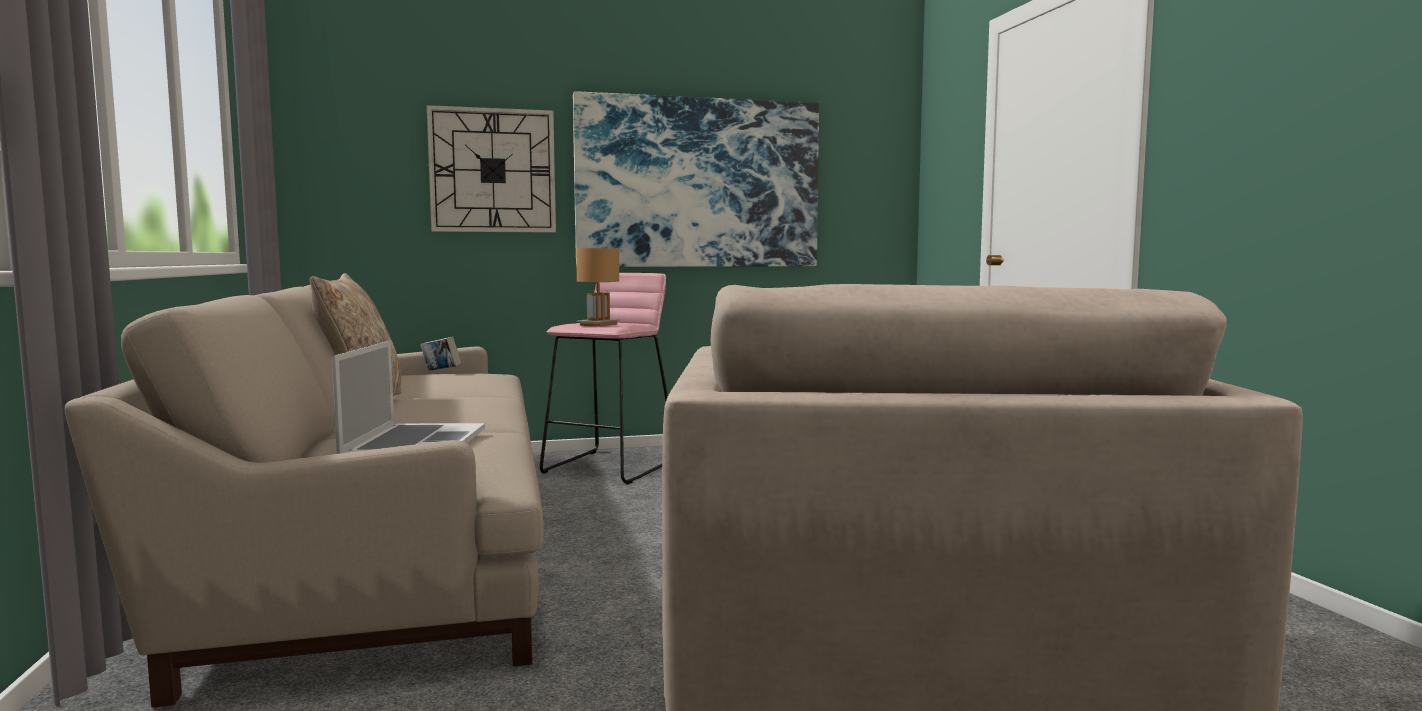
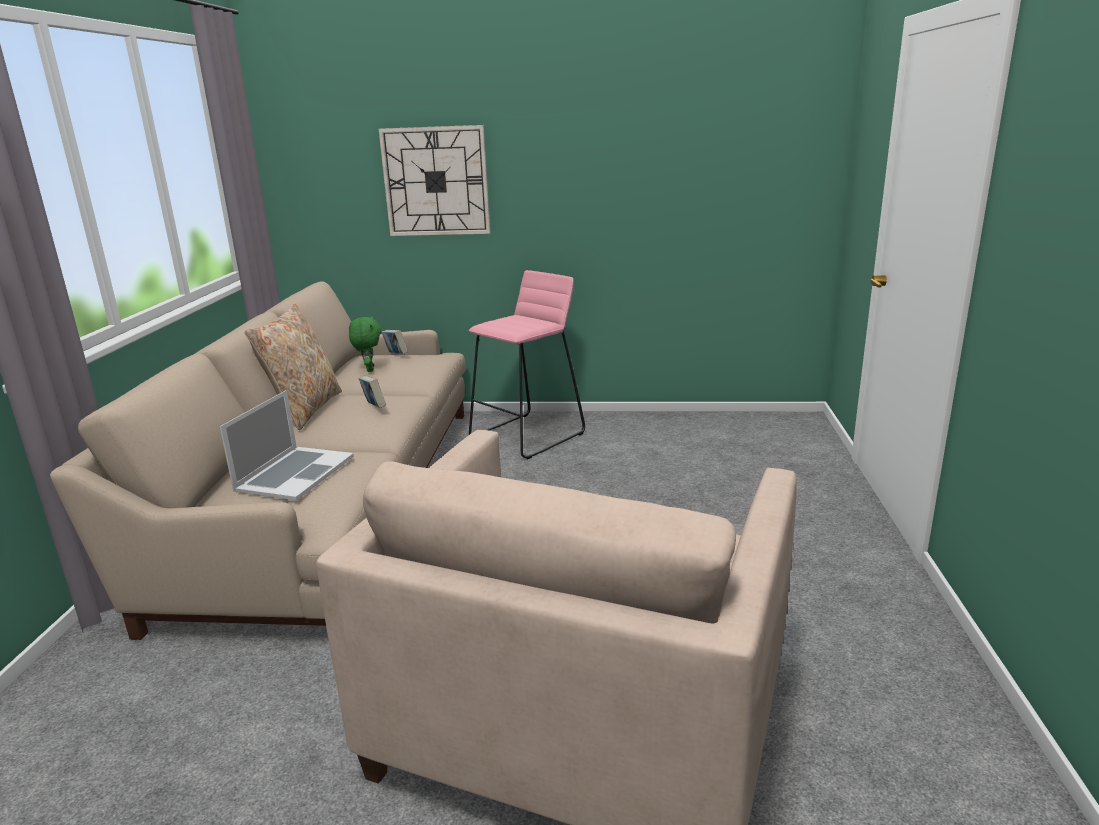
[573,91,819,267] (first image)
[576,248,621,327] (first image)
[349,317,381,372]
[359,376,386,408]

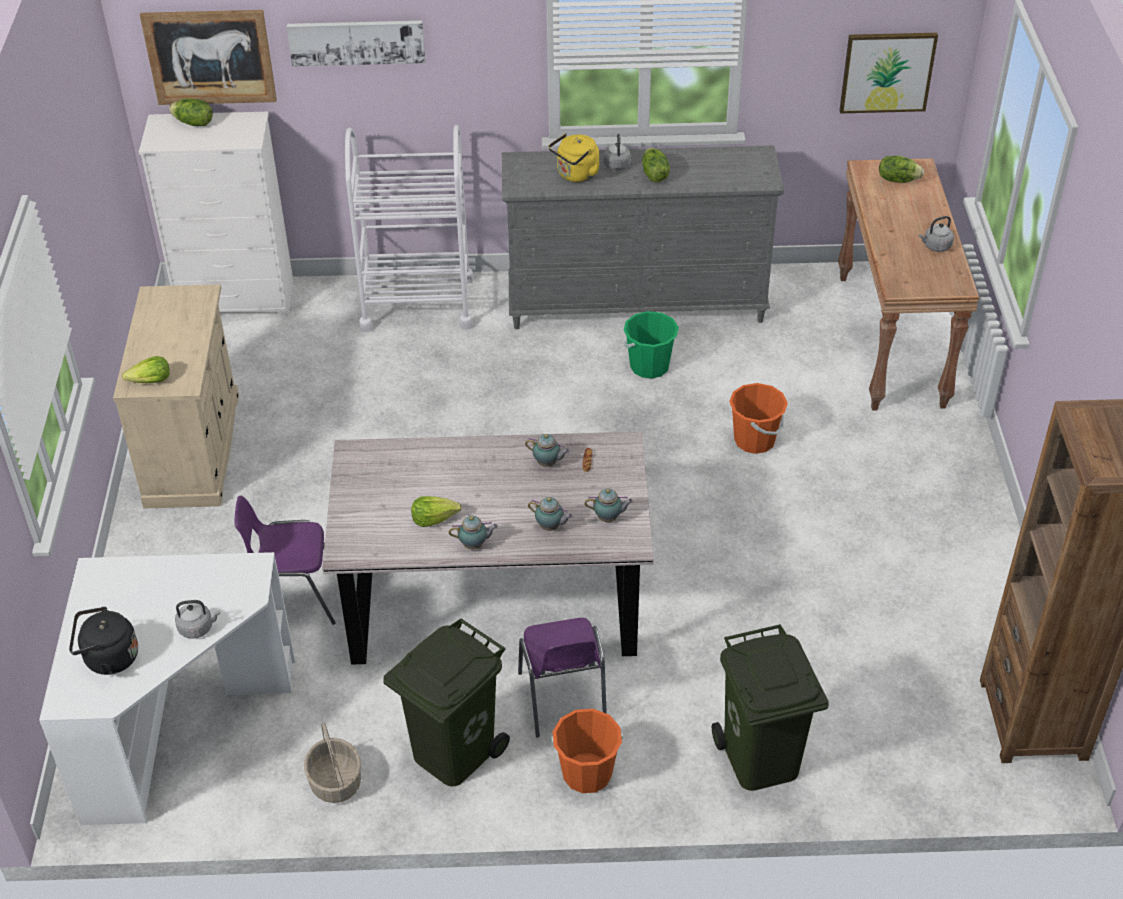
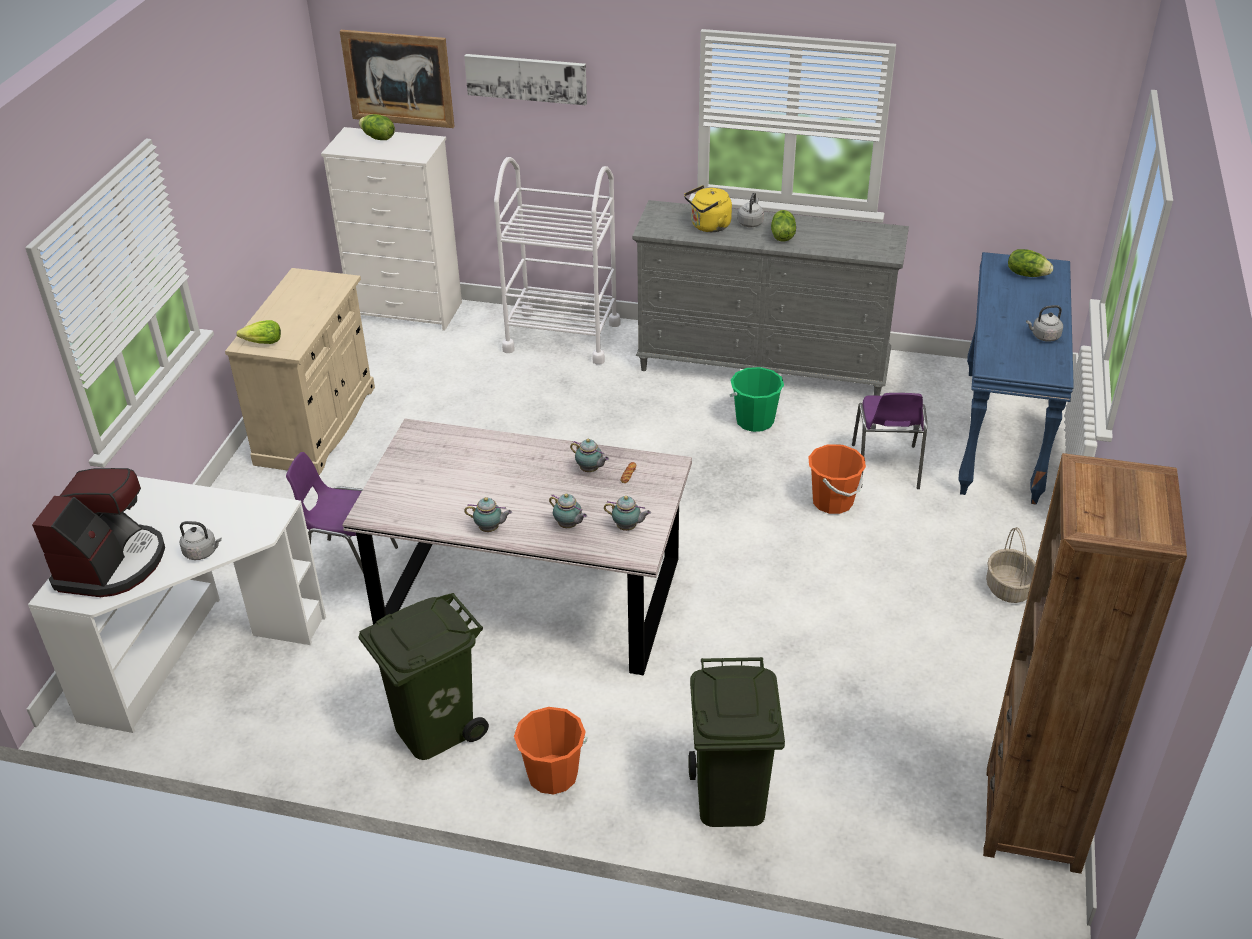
[411,496,462,527] (first image)
[839,33,938,114] (first image)
[986,527,1036,603]
[852,393,927,489]
[32,468,165,597]
[958,252,1074,505]

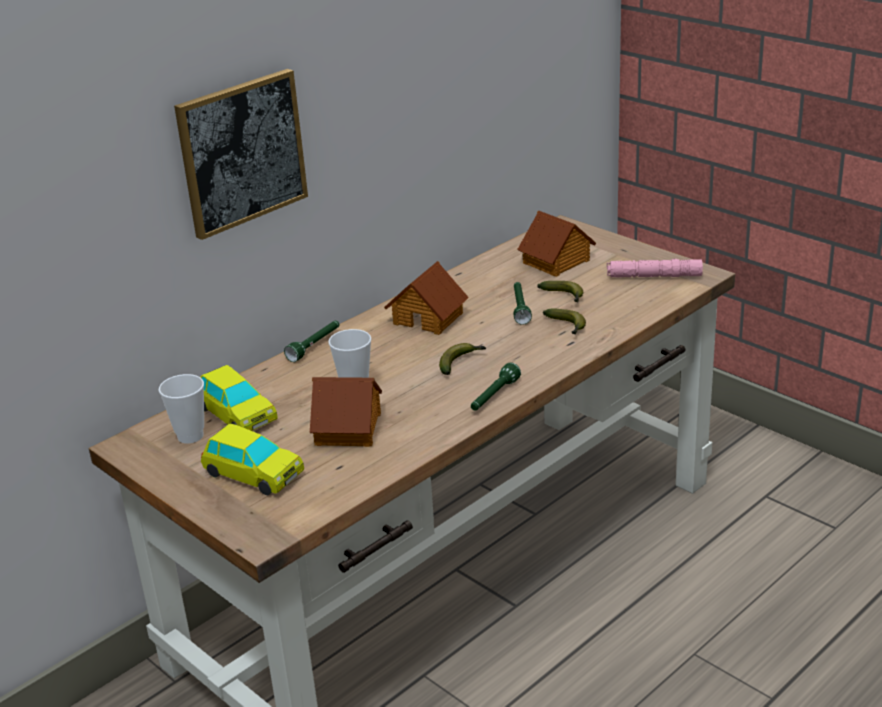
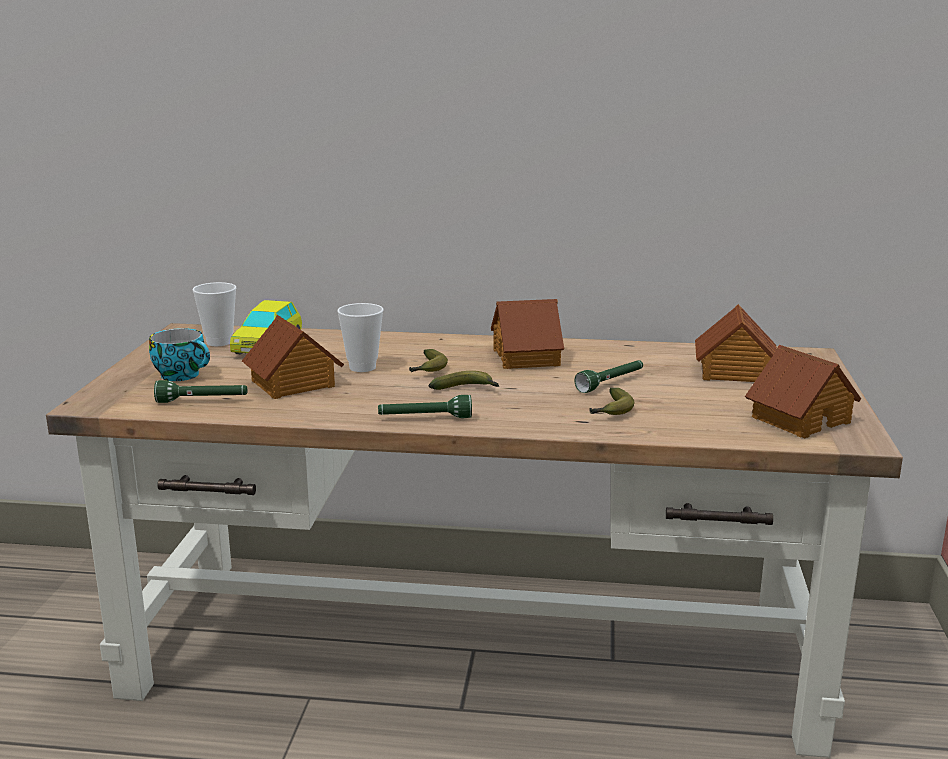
[174,69,308,240] (first image)
[154,380,247,403]
[409,349,448,372]
[149,328,210,381]
[745,345,861,438]

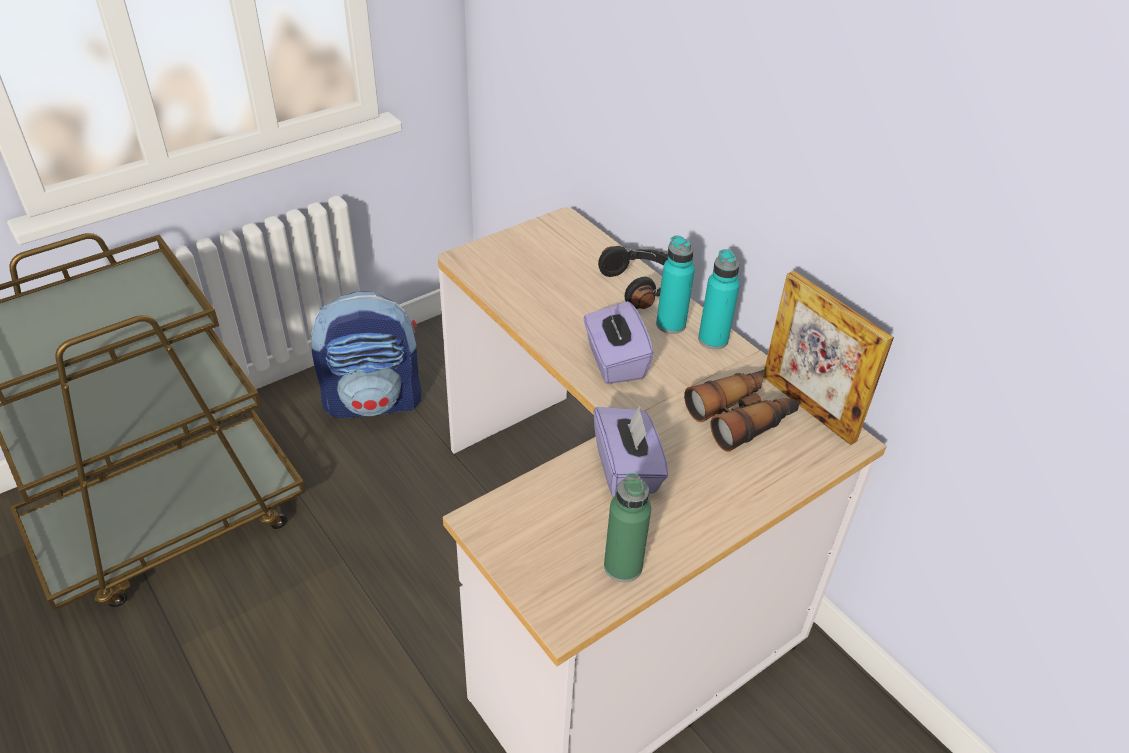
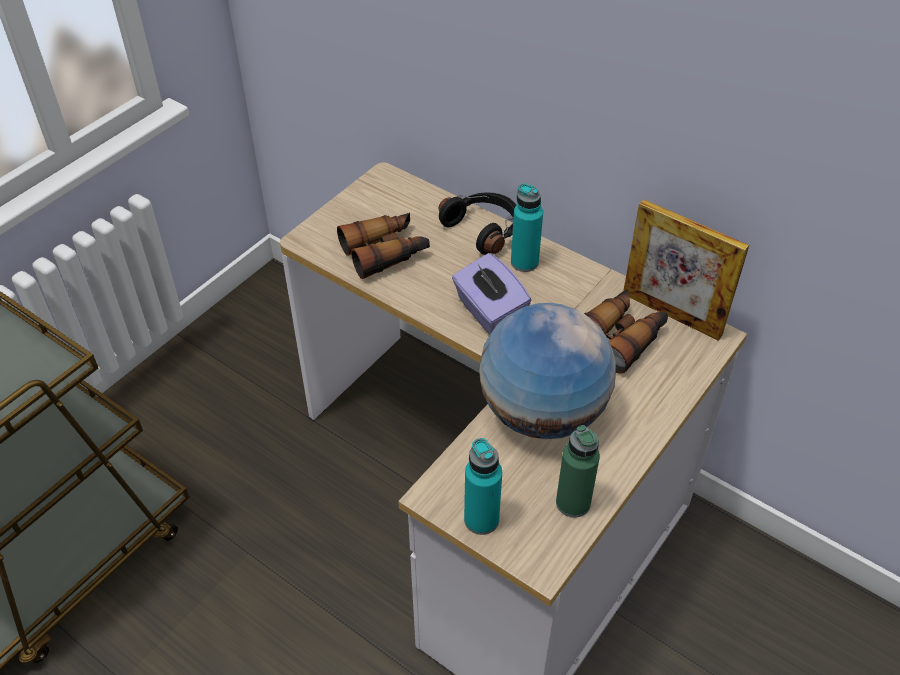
[311,291,422,418] (first image)
[337,213,430,279]
[464,438,502,535]
[479,303,616,439]

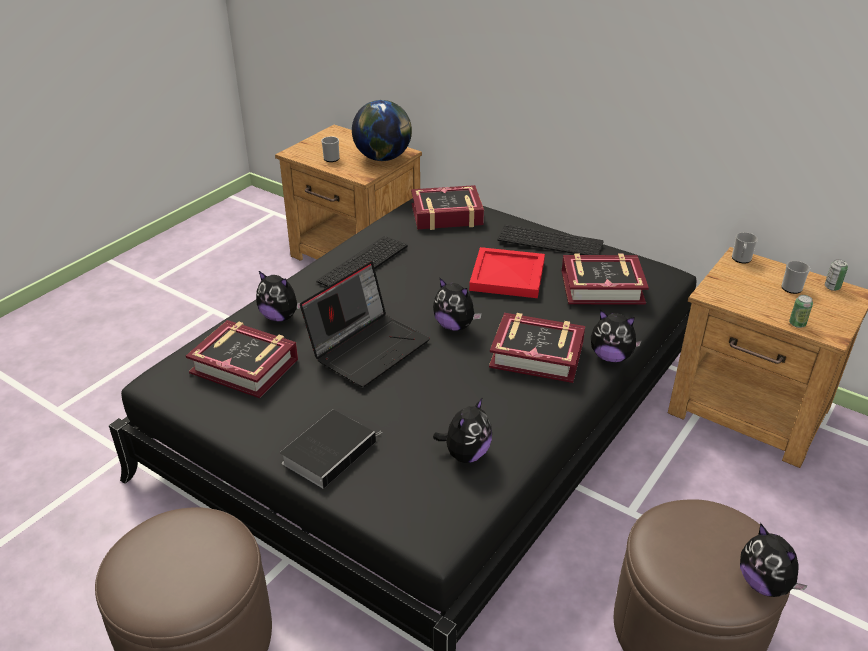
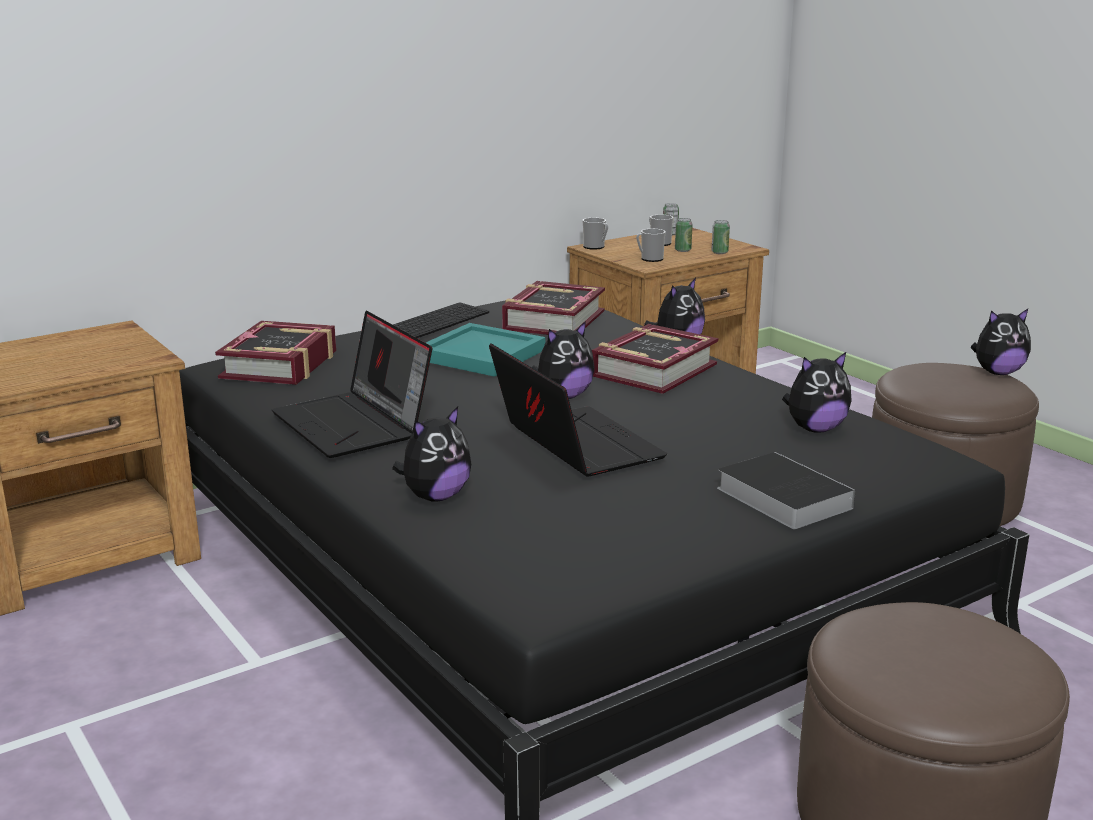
[186,320,298,398] (first image)
[352,100,412,161] (first image)
[675,218,693,252]
[636,229,666,262]
[272,311,433,458]
[426,323,545,377]
[782,352,852,433]

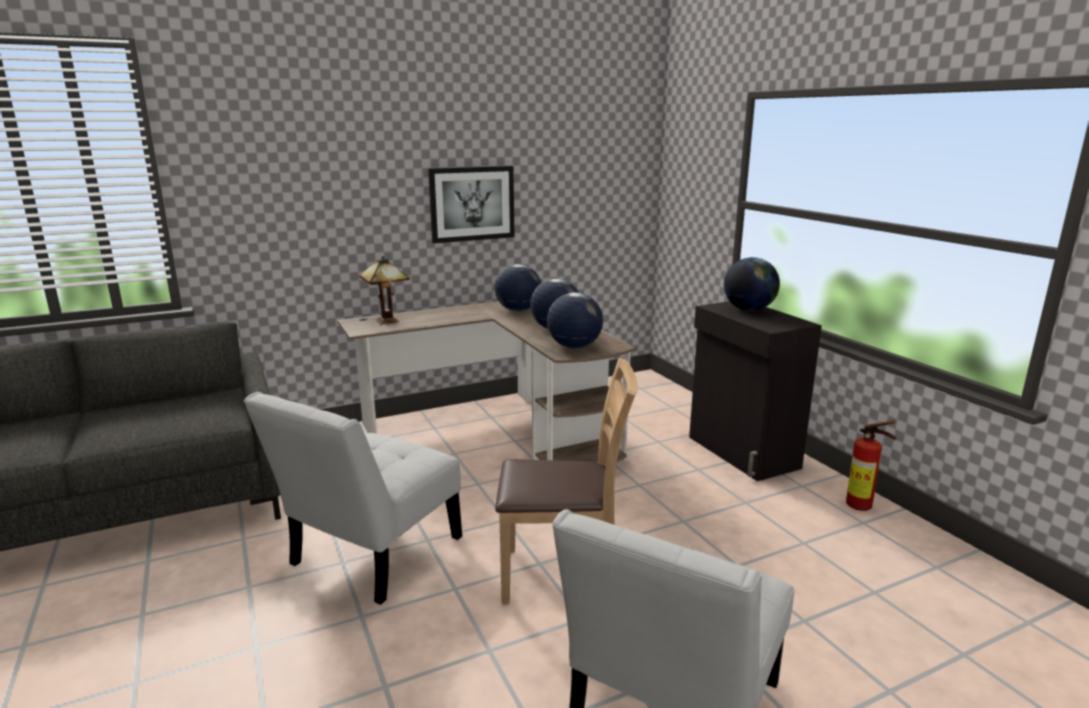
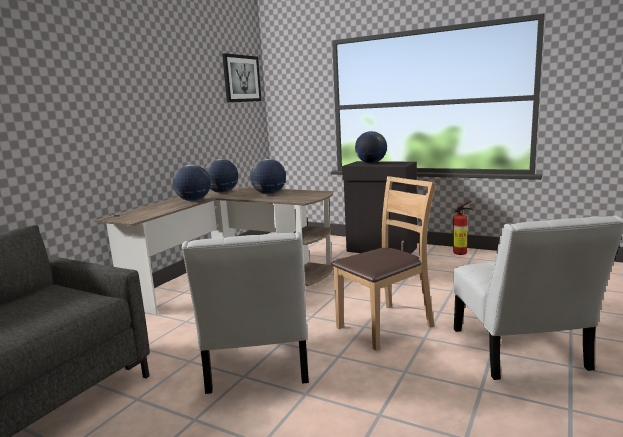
[359,256,410,324] (first image)
[222,53,262,103]
[173,164,211,201]

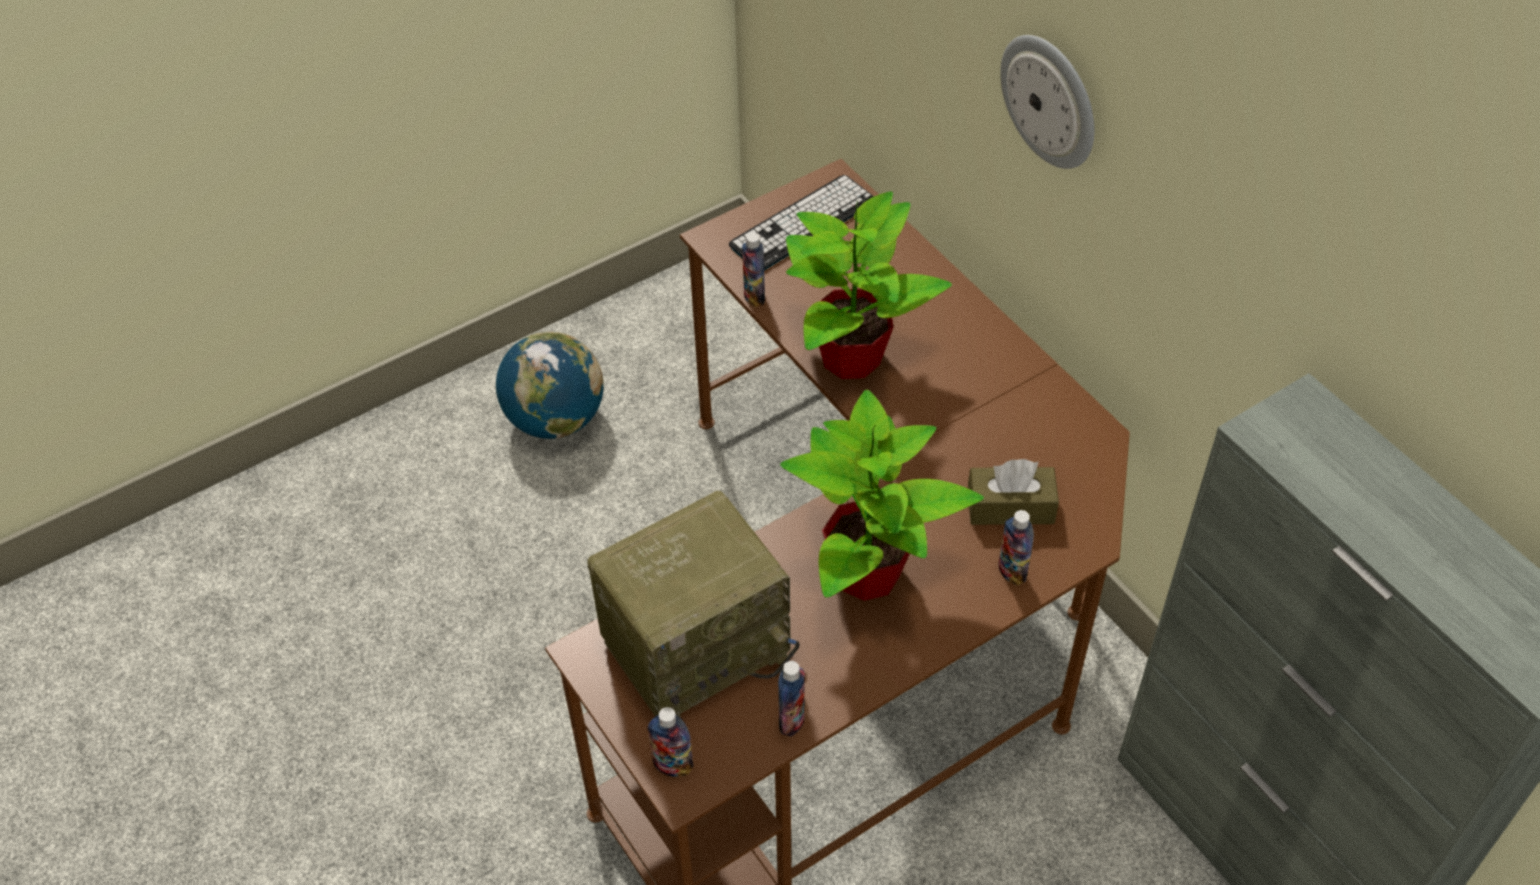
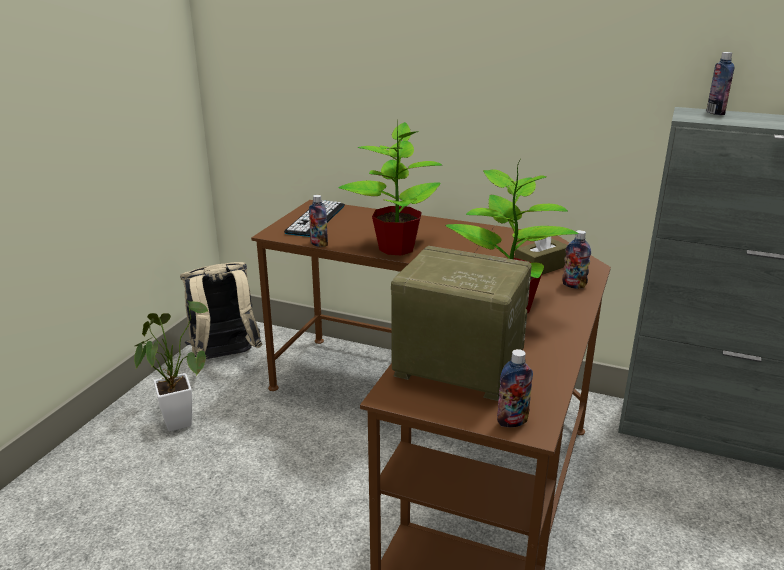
[1000,35,1094,169] (first image)
[180,262,262,359]
[706,52,734,115]
[134,300,209,431]
[391,246,532,401]

